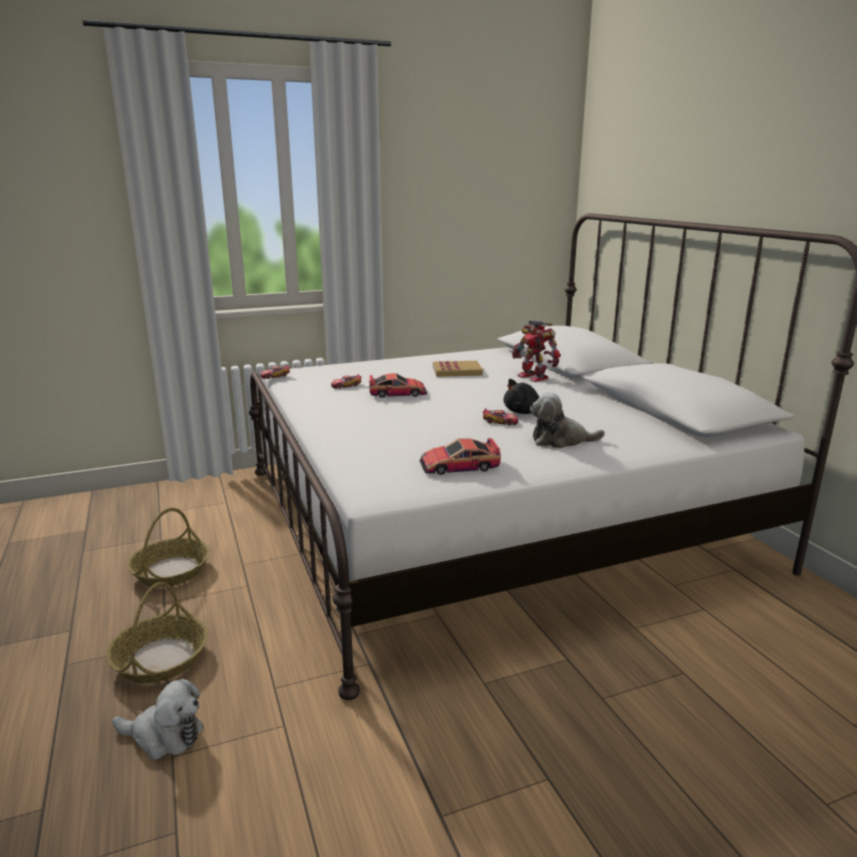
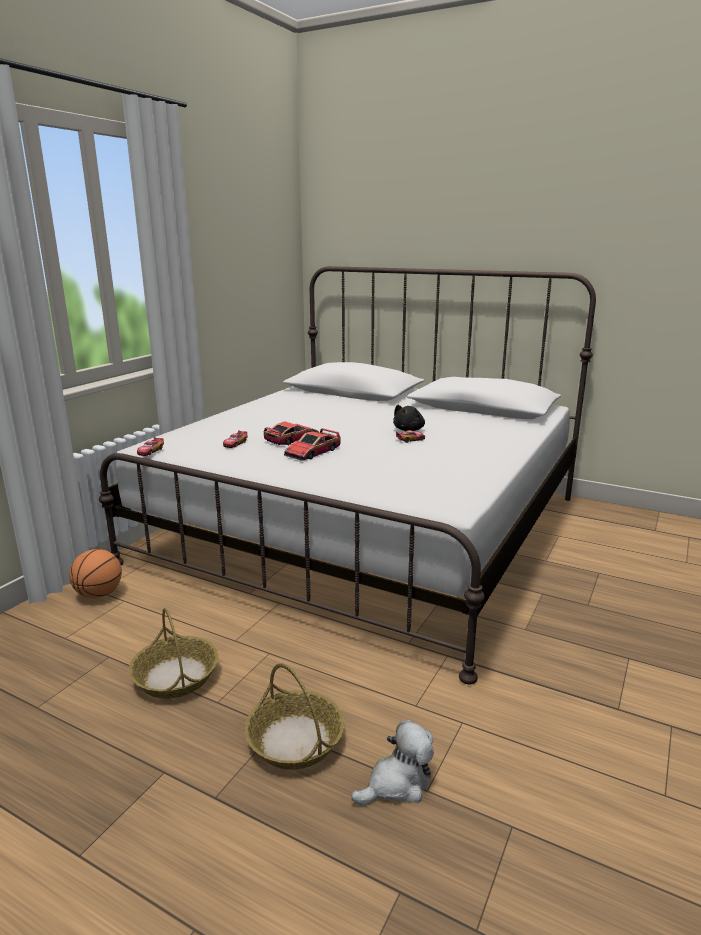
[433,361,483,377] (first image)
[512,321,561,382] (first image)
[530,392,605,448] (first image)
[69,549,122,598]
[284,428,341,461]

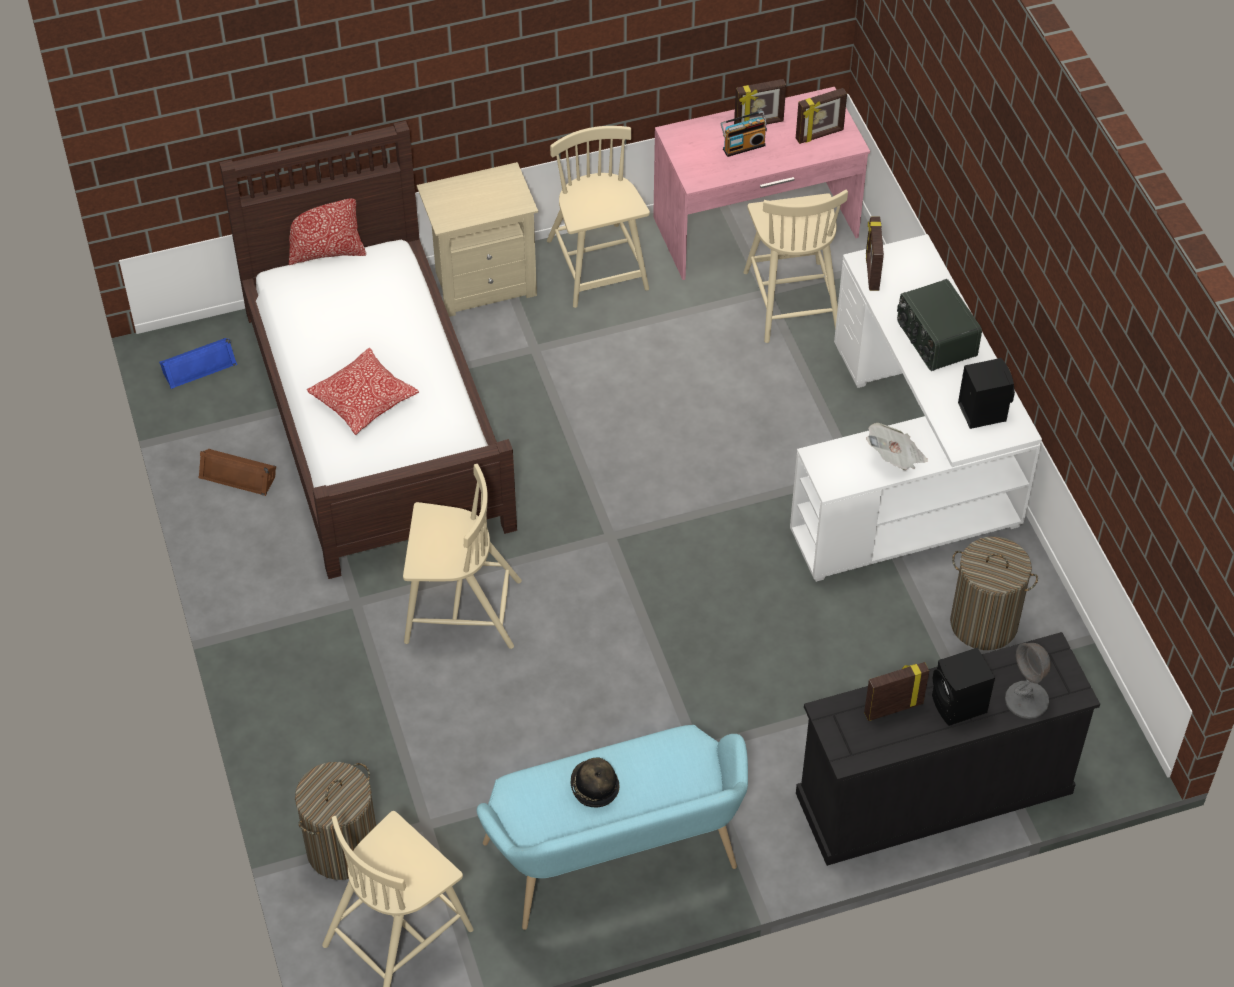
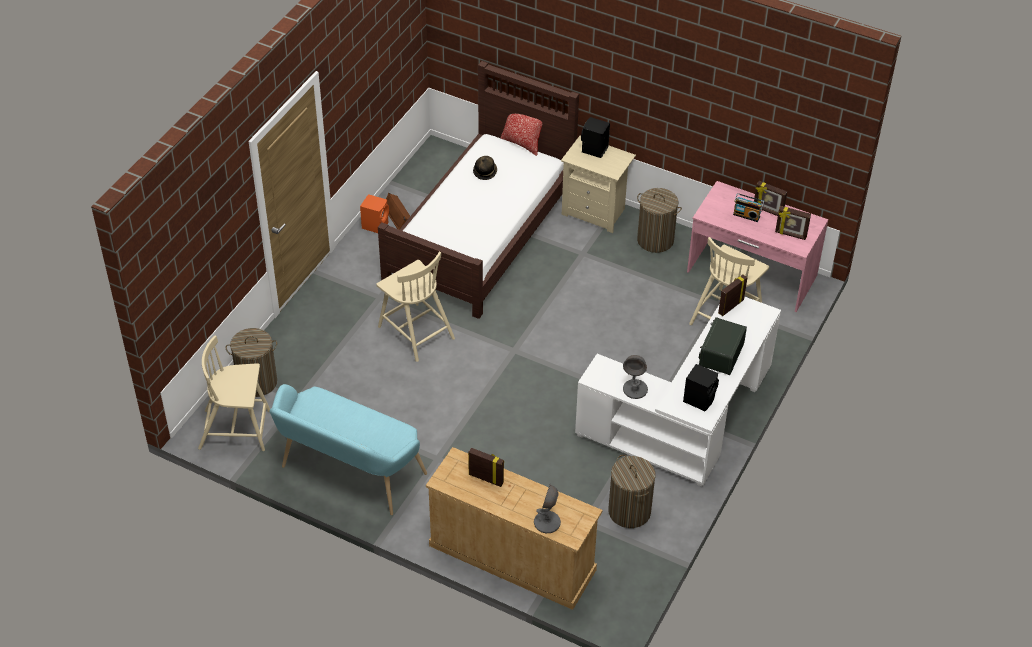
[159,338,237,389] (first image)
[307,348,419,435] (first image)
[360,194,389,233]
[473,156,497,180]
[581,117,610,158]
[637,188,682,253]
[623,355,648,399]
[426,447,602,610]

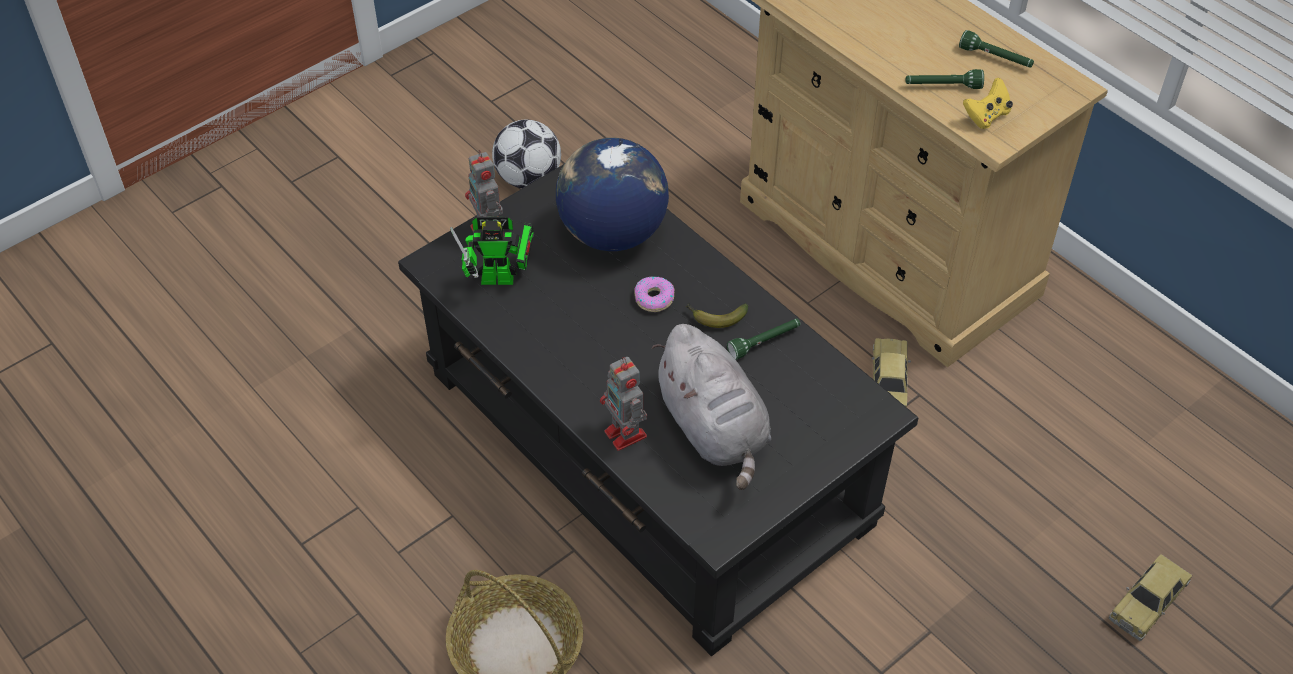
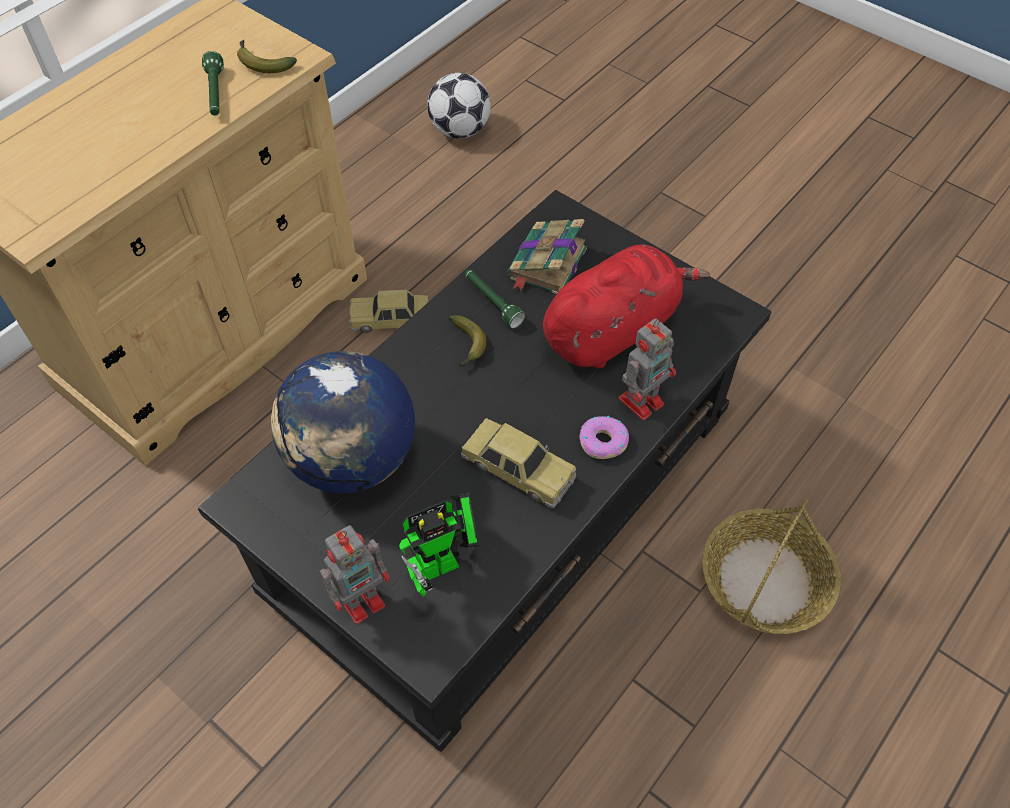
[959,30,1034,68] (first image)
[507,219,587,294]
[427,73,491,139]
[579,416,629,459]
[461,418,576,508]
[237,40,297,73]
[543,244,710,369]
[399,493,479,597]

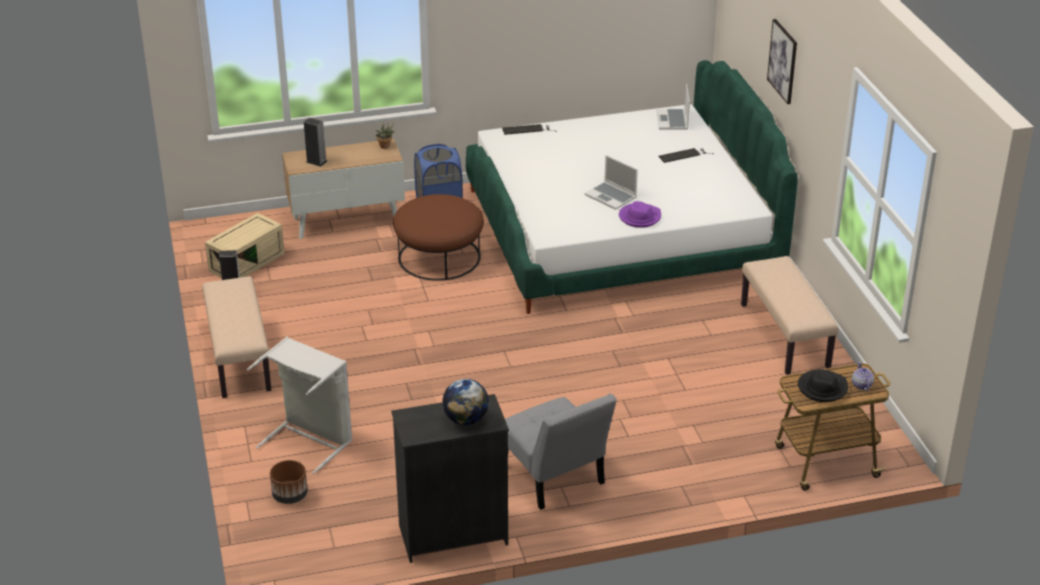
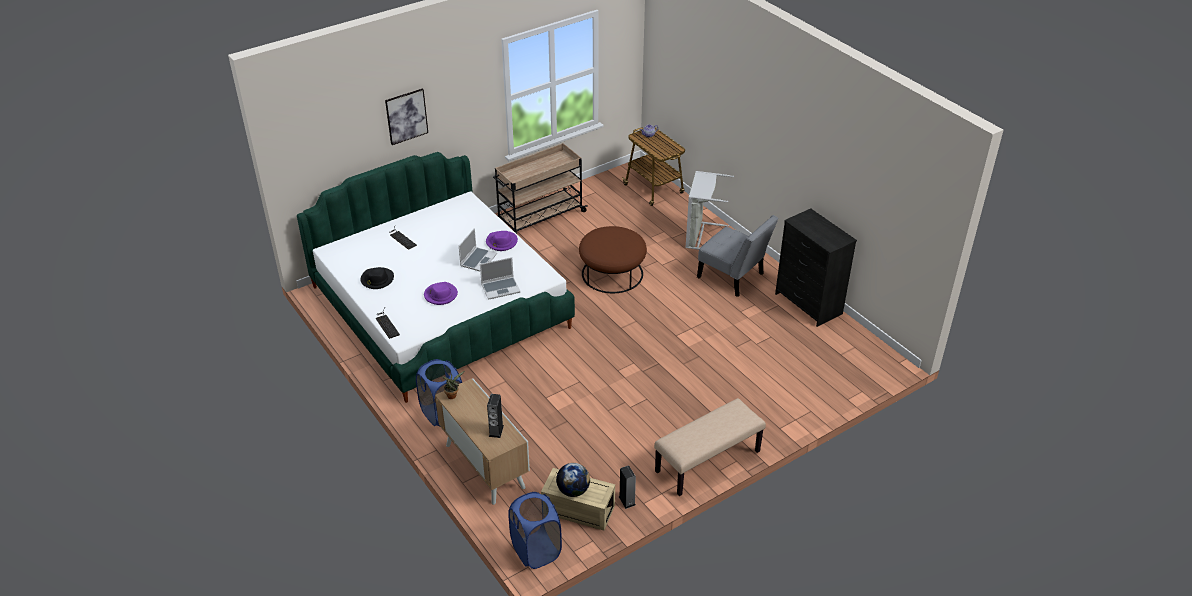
[270,460,308,504] (first image)
[424,282,458,305]
[508,492,562,569]
[685,171,734,250]
[579,226,647,293]
[556,463,590,497]
[480,257,520,300]
[360,267,394,289]
[493,143,588,234]
[697,215,779,297]

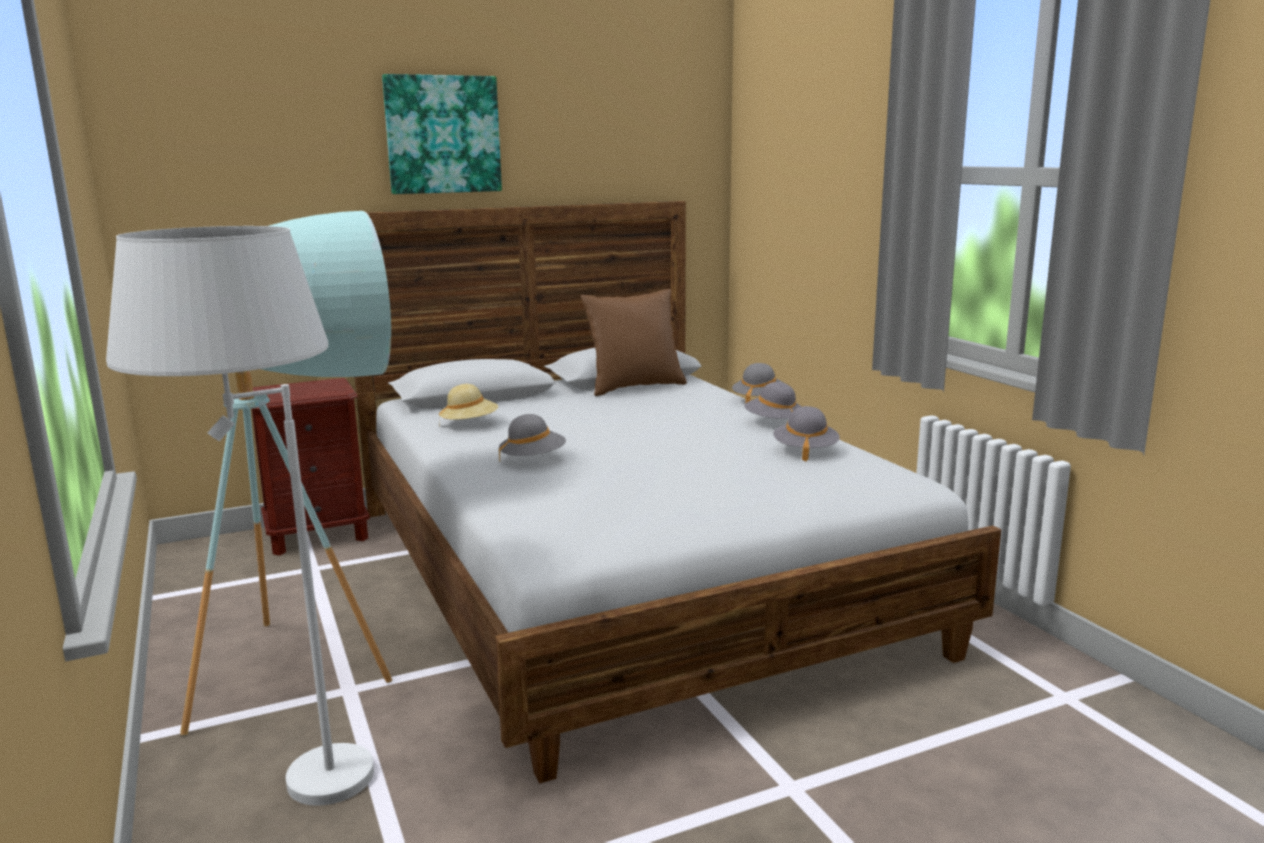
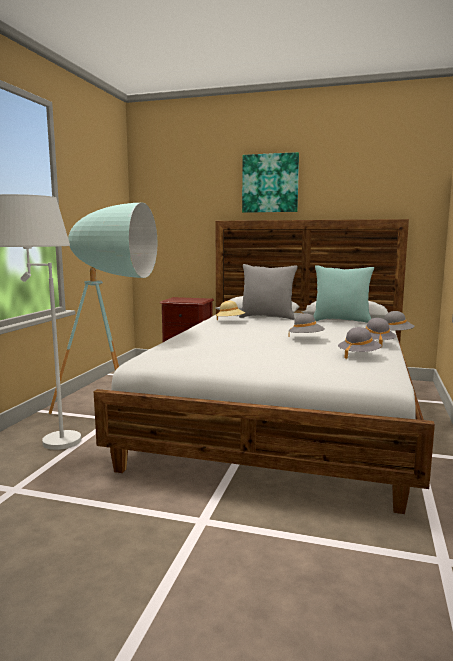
[239,264,298,320]
[288,313,325,337]
[313,265,374,323]

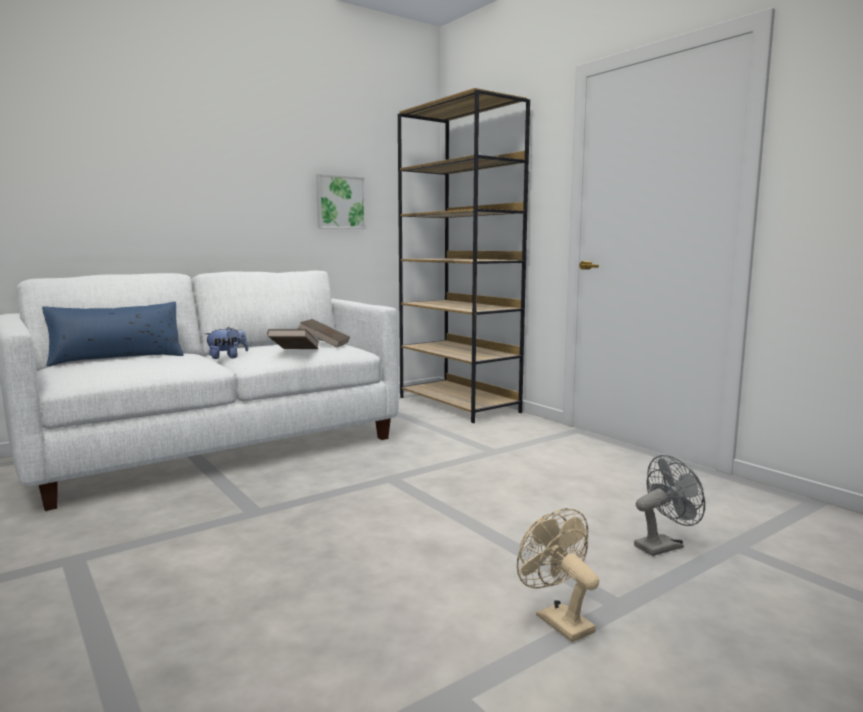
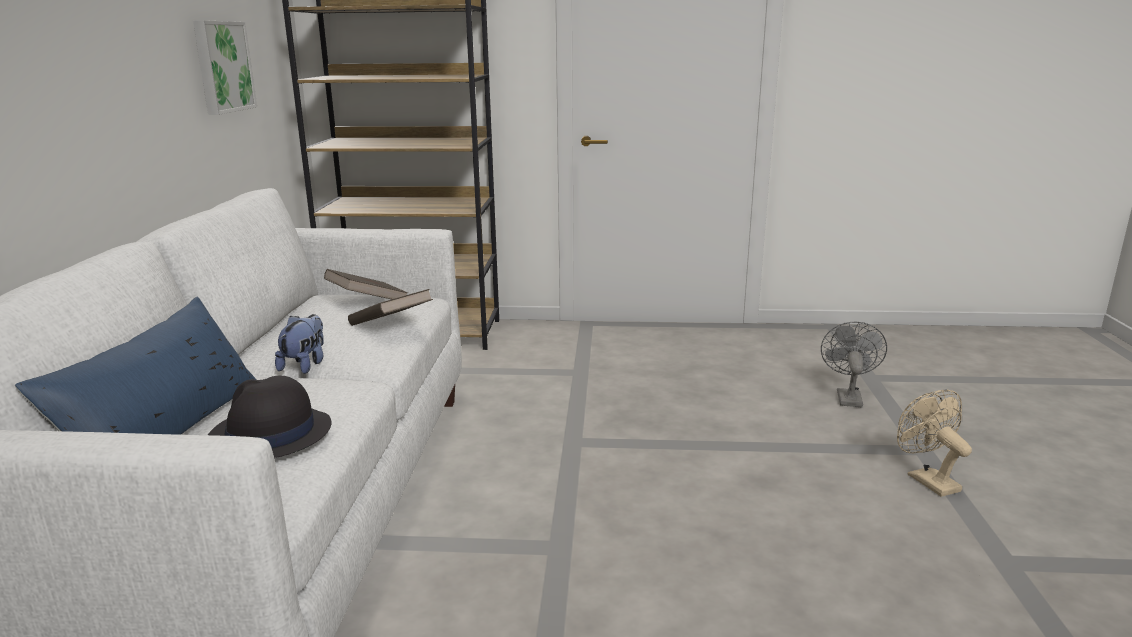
[208,376,331,458]
[897,389,972,497]

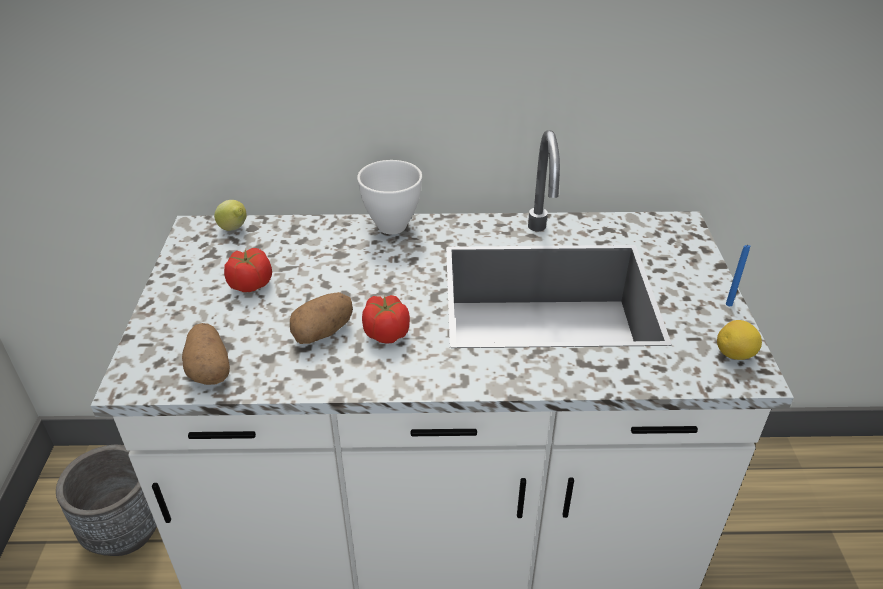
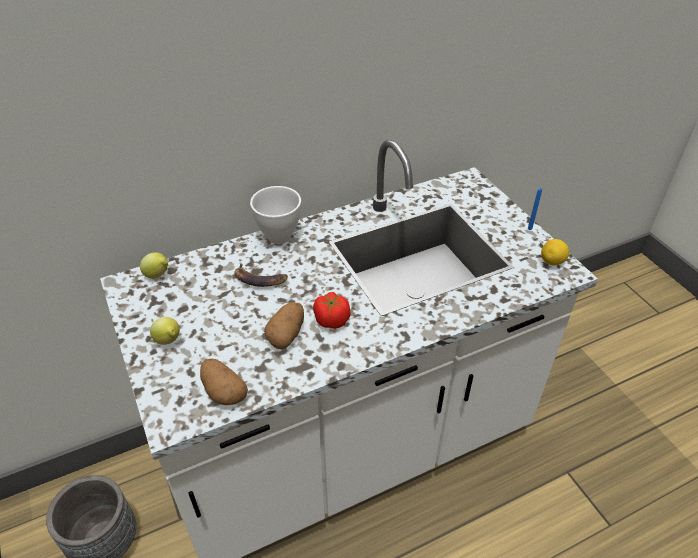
[224,248,272,292] (first image)
[150,317,180,345]
[234,263,288,287]

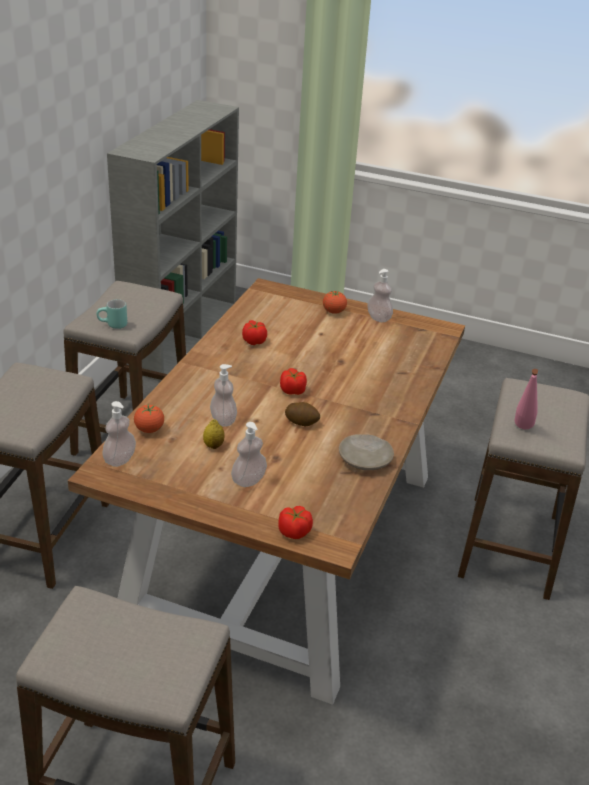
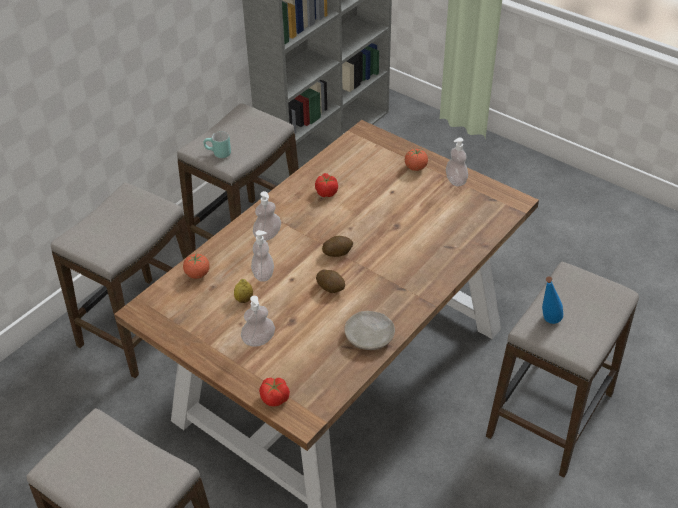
[253,191,281,241]
[322,236,353,257]
[542,277,563,324]

